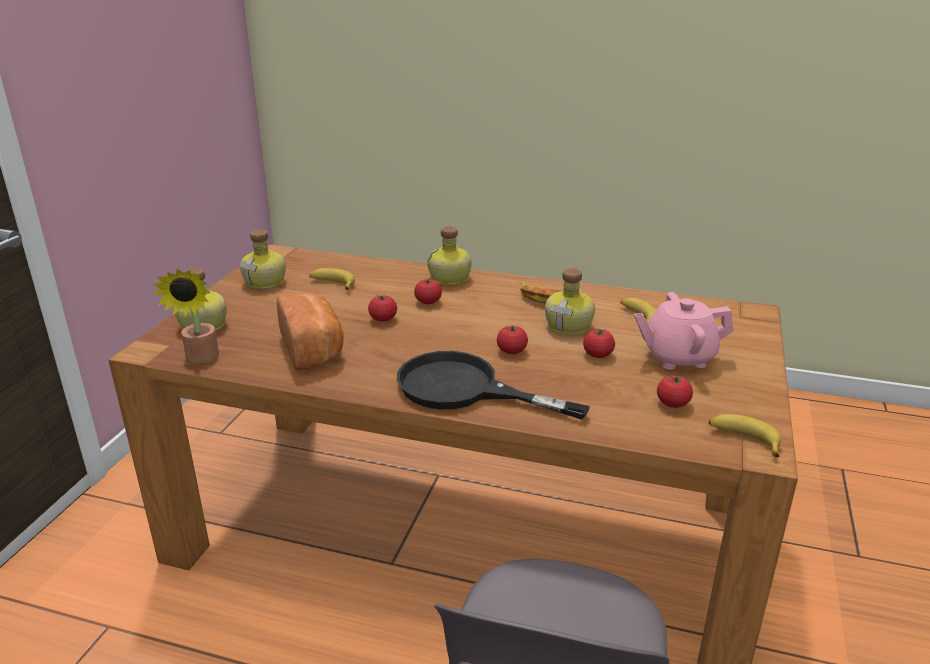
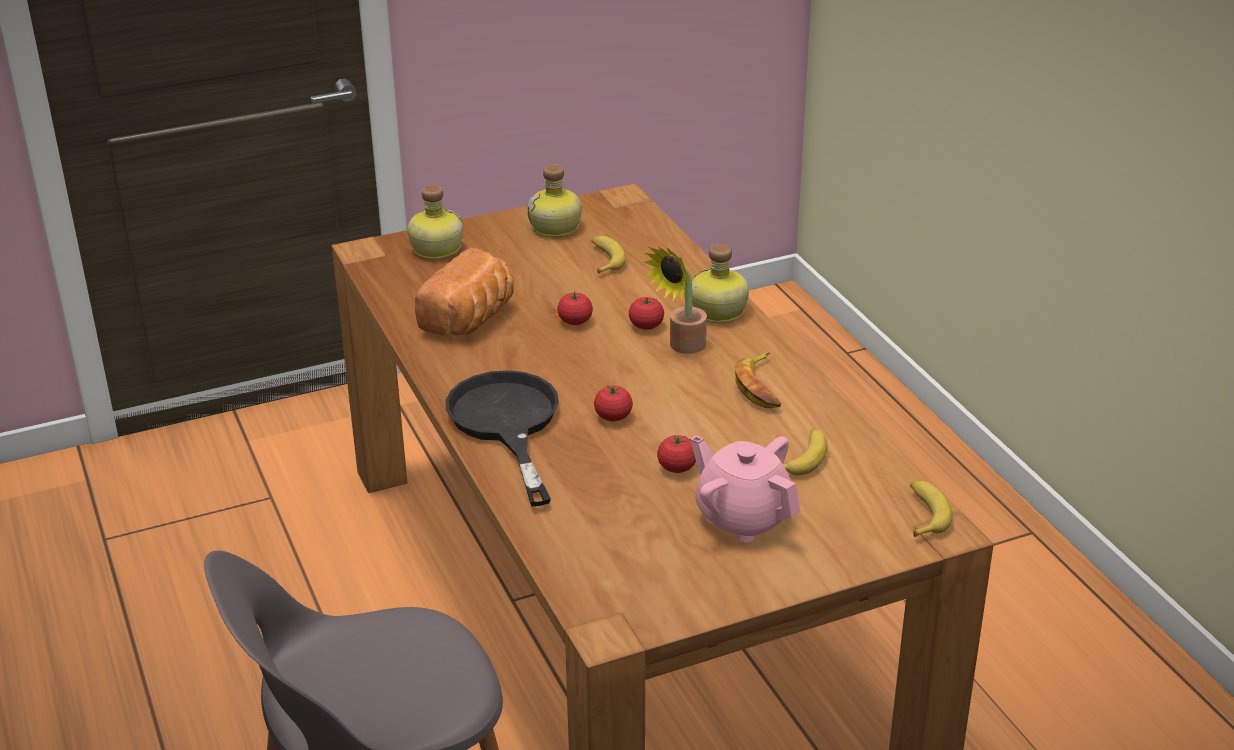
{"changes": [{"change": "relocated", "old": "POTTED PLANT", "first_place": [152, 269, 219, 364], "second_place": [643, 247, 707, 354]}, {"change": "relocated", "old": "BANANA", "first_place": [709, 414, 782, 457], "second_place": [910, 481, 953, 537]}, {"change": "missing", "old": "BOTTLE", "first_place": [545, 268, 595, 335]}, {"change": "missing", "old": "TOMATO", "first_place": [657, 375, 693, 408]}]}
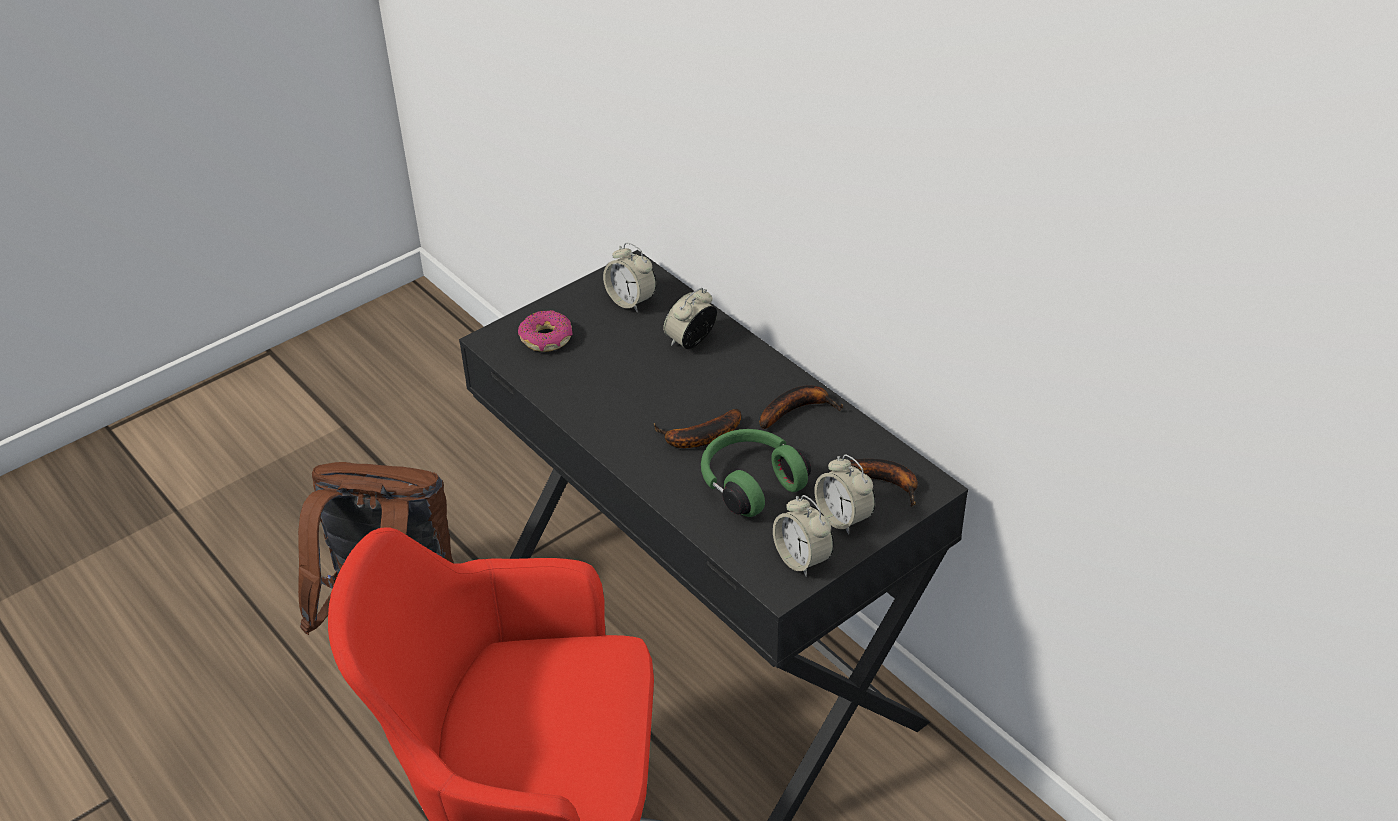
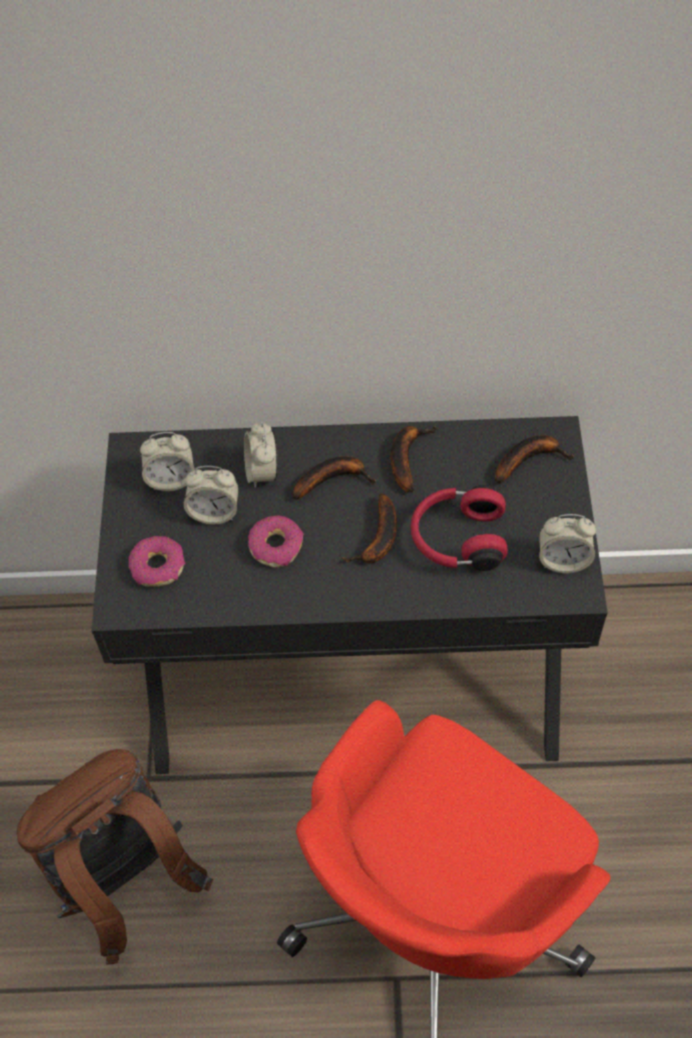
{"changes": [{"change": "relocated", "old": "ALARM CLOCK", "first_place": [814, 454, 876, 535], "second_place": [184, 466, 239, 524]}, {"change": "appeared", "new": "DONUT", "second_place": [248, 516, 304, 567]}, {"change": "appeared", "new": "BANANA", "second_place": [293, 456, 376, 500]}, {"change": "colour", "old": "GREEN HEADPHONES", "new": "RED HEADPHONES", "first_place": [701, 429, 811, 517], "second_place": [411, 485, 508, 571]}]}
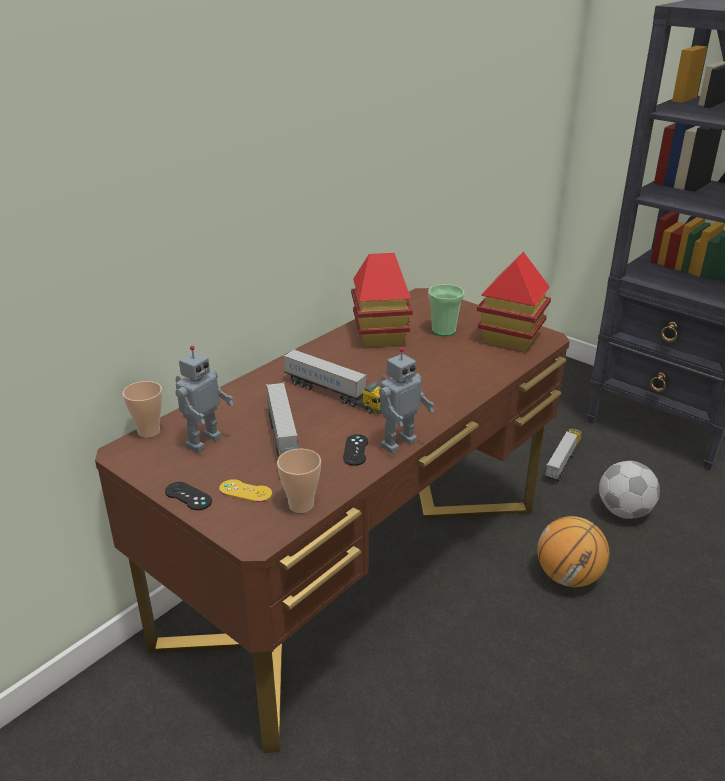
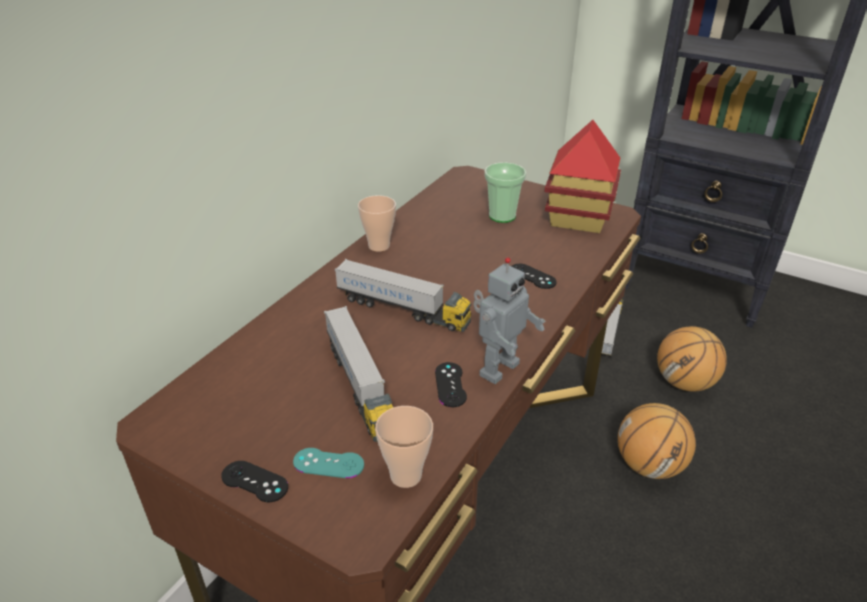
{"changes": [{"change": "colour", "old": "YELLOW GAME CONTROLLER", "new": "TURQUOISE GAME CONTROLLER", "first_place": [219, 479, 272, 502], "second_place": [293, 448, 364, 478]}, {"change": "relocated", "old": "CUP", "first_place": [122, 381, 162, 438], "second_place": [358, 195, 396, 252]}, {"change": "appeared", "new": "BLACK GAME CONTROLLER", "second_place": [511, 264, 557, 289]}, {"change": "exchanged", "old": "FOOTBALL", "new": "BASKETBALL", "first_place": [599, 461, 660, 519], "second_place": [657, 326, 727, 392]}, {"change": "missing", "old": "TOY ROBOT", "first_place": [175, 346, 234, 453]}, {"change": "missing", "old": "TOY HOUSE", "first_place": [351, 253, 413, 347]}]}
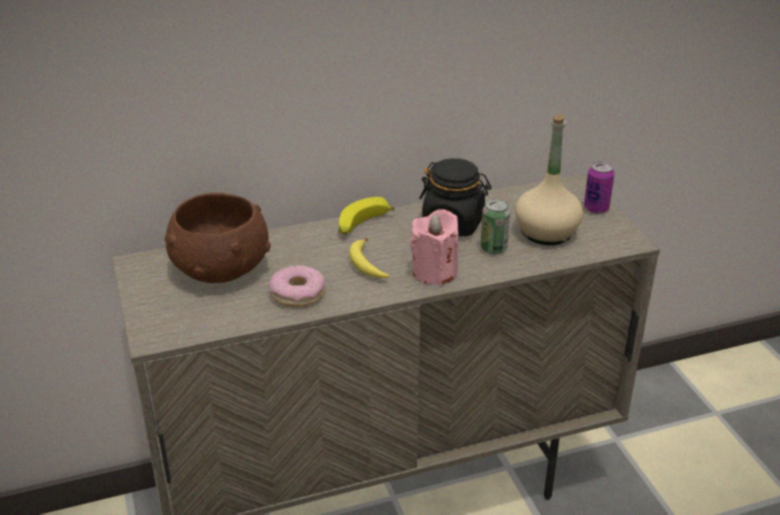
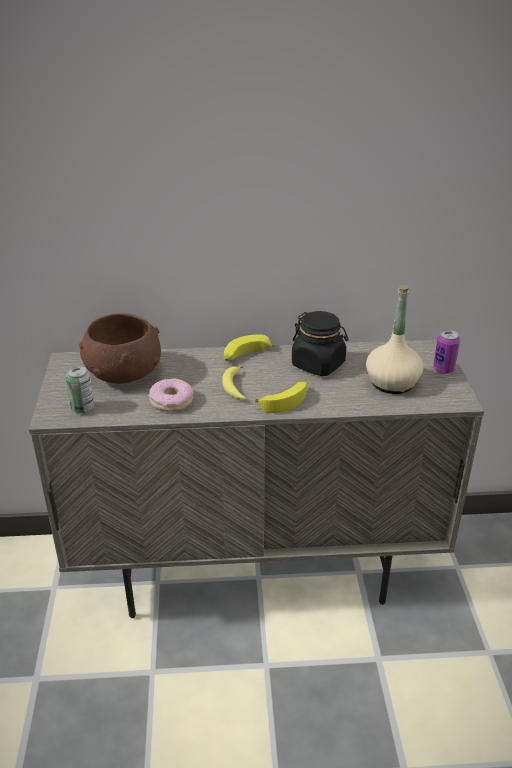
{"changes": [{"change": "relocated", "old": "CAN", "first_place": [480, 199, 510, 254], "second_place": [66, 366, 94, 413]}, {"change": "exchanged", "old": "PINK CANDLE", "new": "BANANA", "first_place": [410, 209, 459, 285], "second_place": [255, 380, 307, 413]}]}
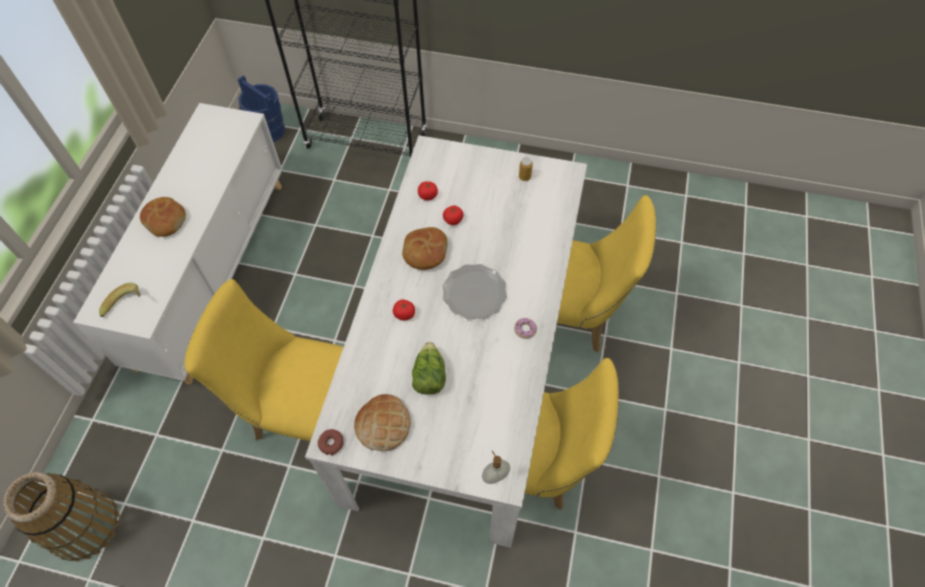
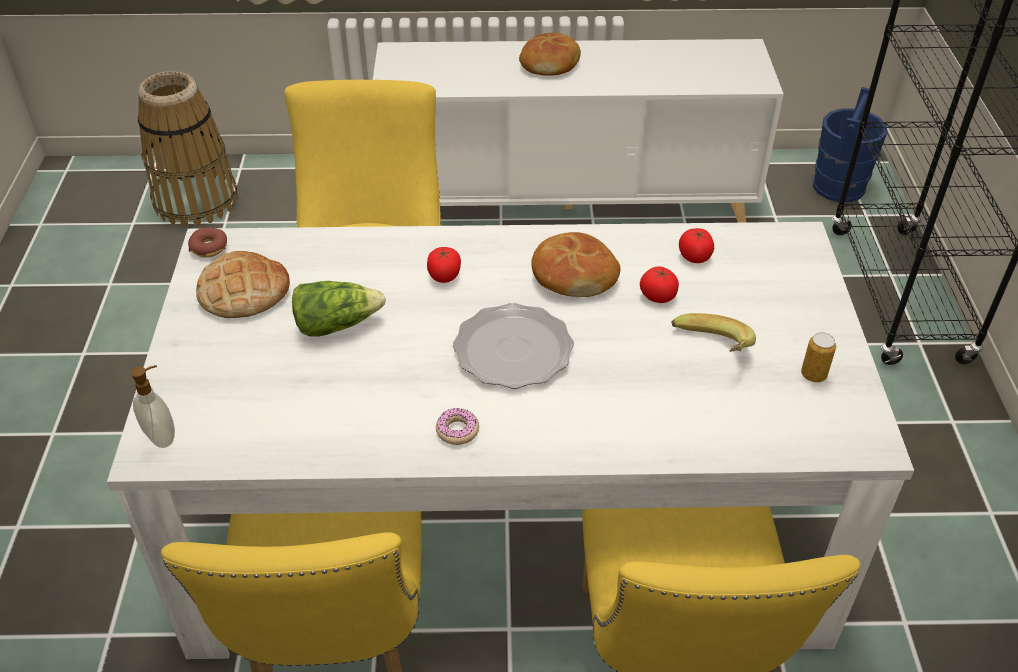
{"changes": [{"change": "relocated", "old": "BANANA", "first_place": [99, 283, 141, 317], "second_place": [671, 313, 756, 352]}]}
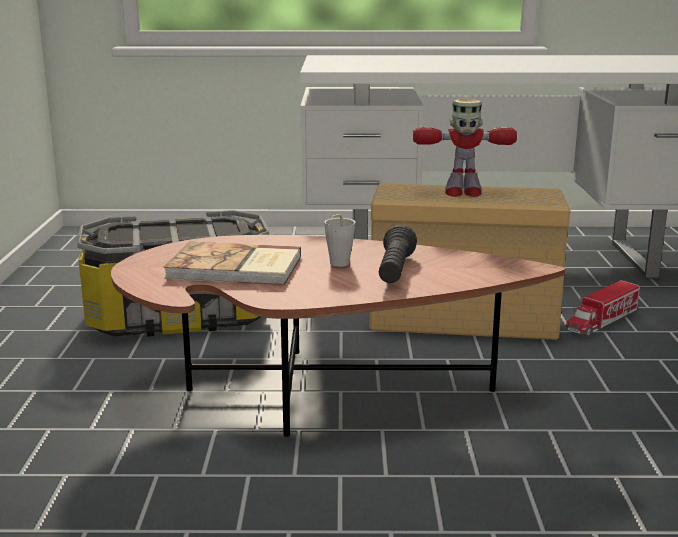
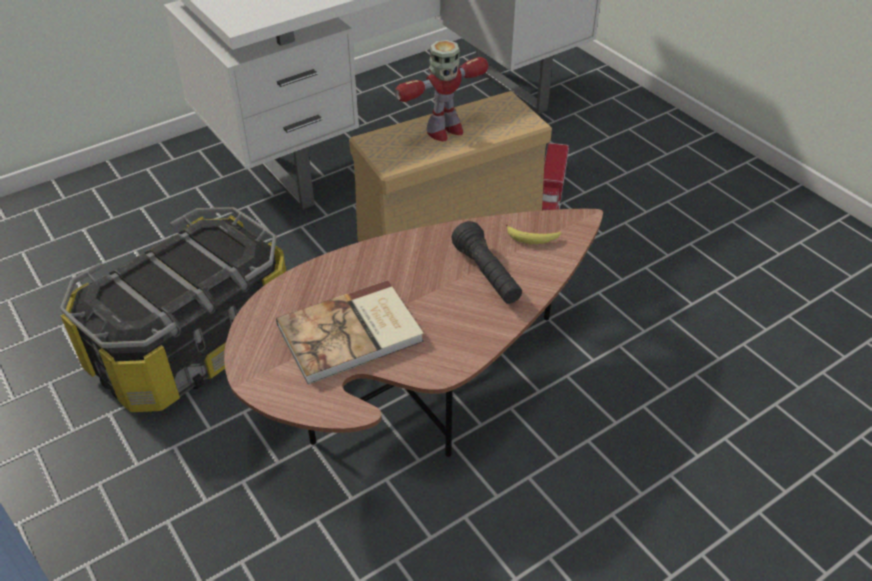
{"changes": [{"change": "appeared", "new": "BANANA", "second_place": [506, 224, 562, 244]}, {"change": "missing", "old": "GREY CUP", "first_place": [324, 214, 356, 267]}]}
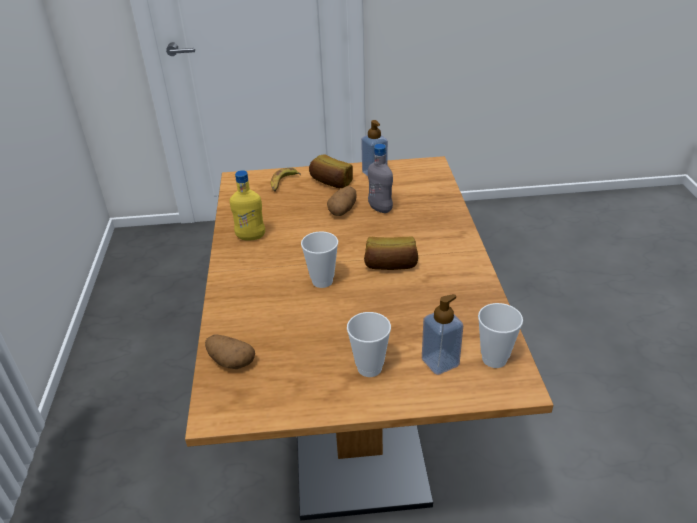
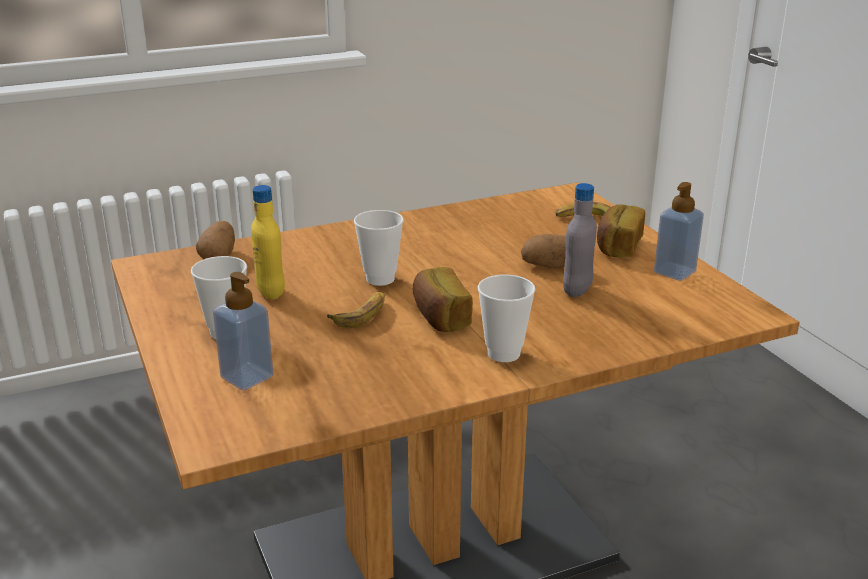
{"changes": [{"change": "relocated", "old": "YELLOW BOTTLE", "first_place": [230, 170, 265, 241], "second_place": [251, 185, 285, 300]}, {"change": "appeared", "new": "BANANA", "second_place": [327, 292, 385, 328]}, {"change": "relocated", "old": "CUP", "first_place": [478, 303, 523, 368], "second_place": [478, 275, 535, 362]}]}
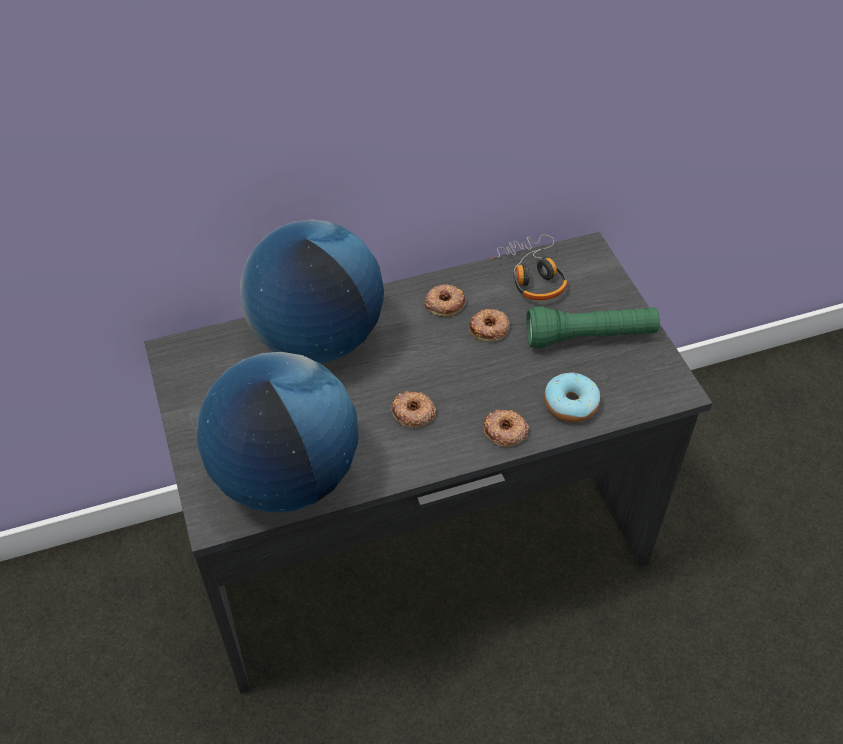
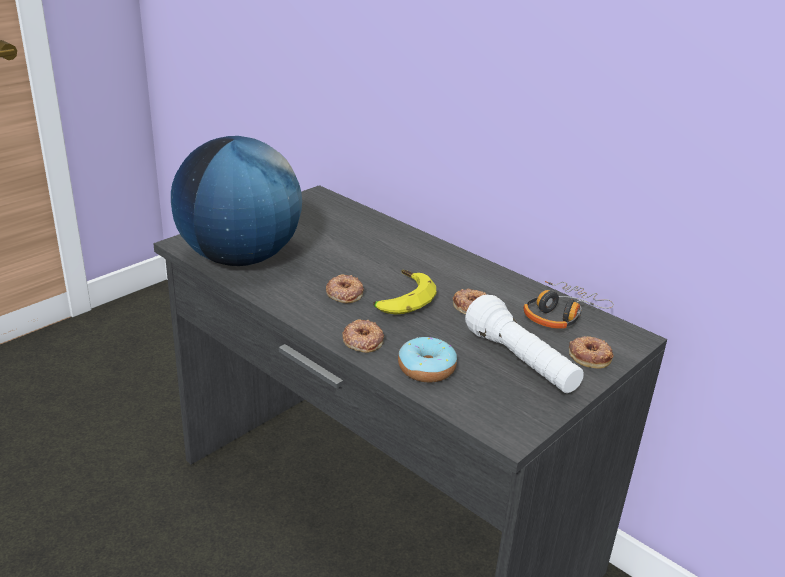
{"changes": [{"change": "appeared", "new": "BANANA", "second_place": [373, 270, 436, 315]}, {"change": "colour", "old": "GREEN FLASHLIGHT", "new": "WHITE FLASHLIGHT", "first_place": [526, 306, 660, 348], "second_place": [465, 295, 584, 393]}, {"change": "relocated", "old": "DONUT", "first_place": [424, 284, 465, 317], "second_place": [569, 336, 614, 369]}, {"change": "missing", "old": "GLOBE", "first_place": [240, 220, 384, 363]}]}
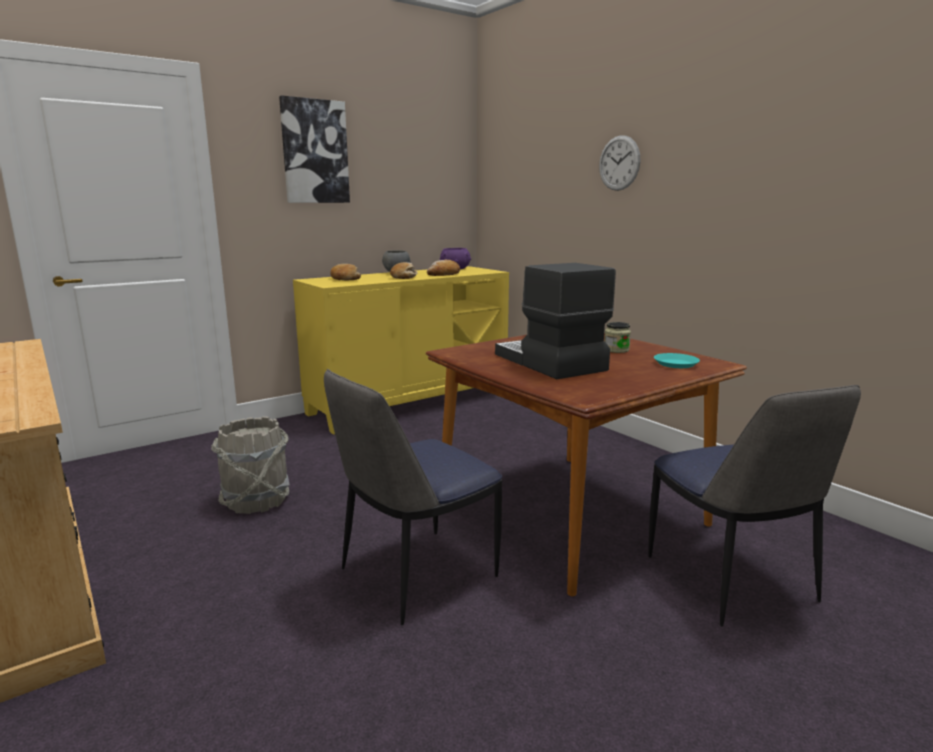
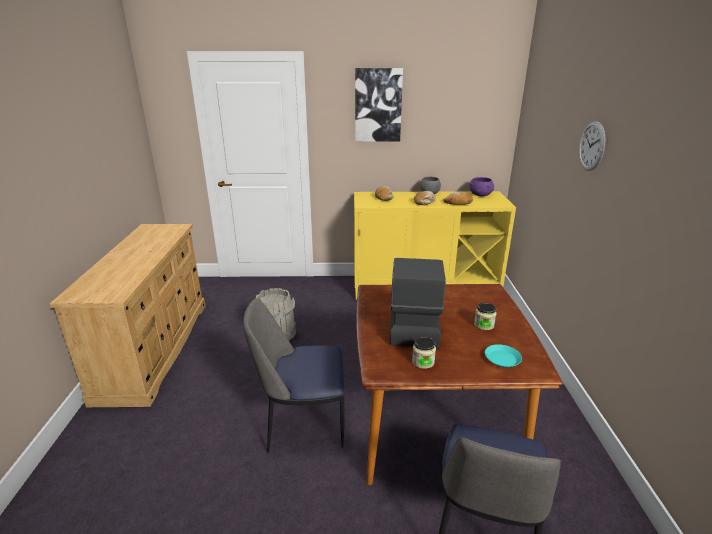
{"changes": [{"change": "appeared", "new": "JAR", "second_place": [412, 337, 436, 369]}]}
